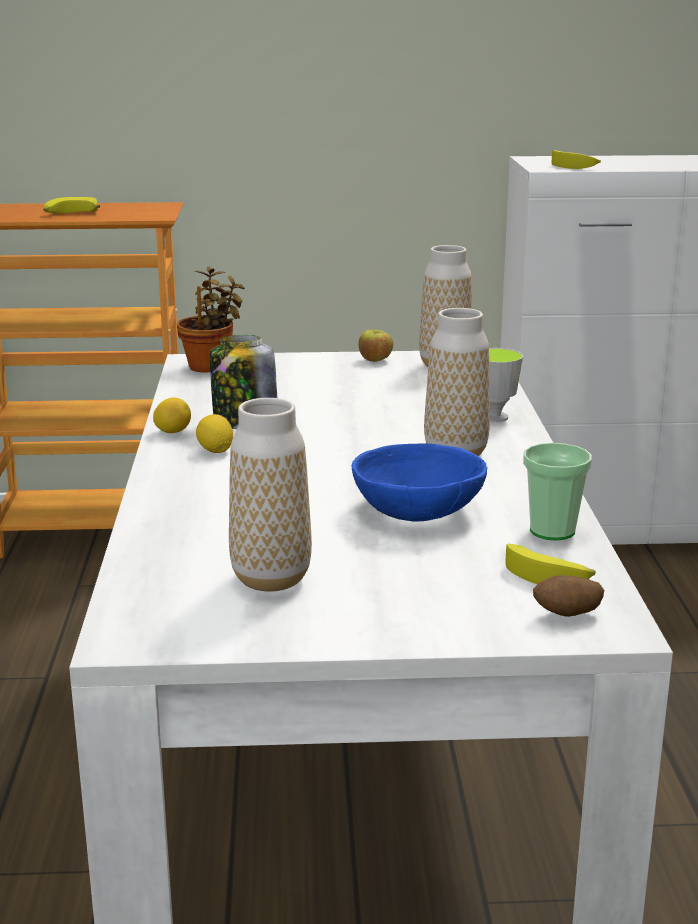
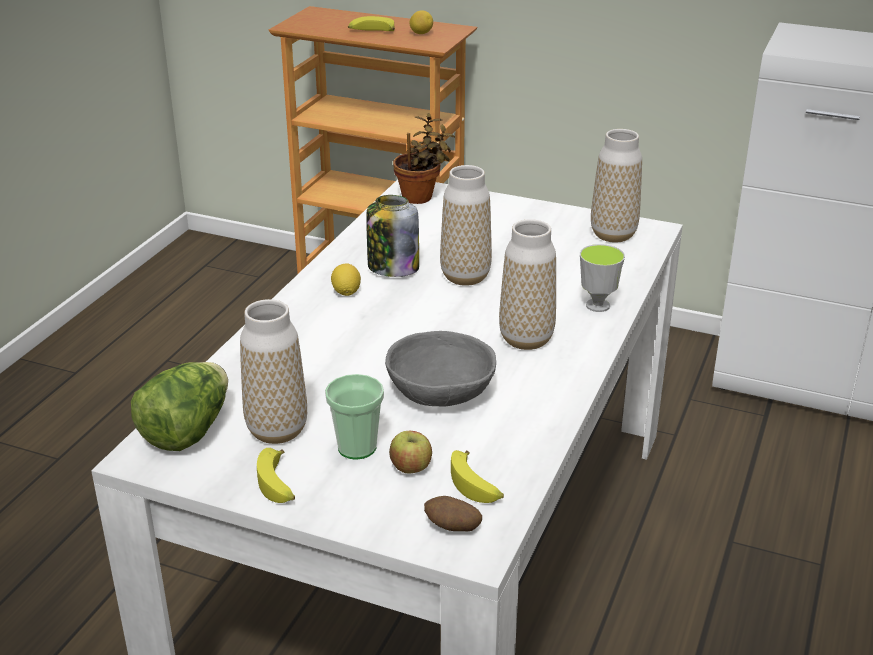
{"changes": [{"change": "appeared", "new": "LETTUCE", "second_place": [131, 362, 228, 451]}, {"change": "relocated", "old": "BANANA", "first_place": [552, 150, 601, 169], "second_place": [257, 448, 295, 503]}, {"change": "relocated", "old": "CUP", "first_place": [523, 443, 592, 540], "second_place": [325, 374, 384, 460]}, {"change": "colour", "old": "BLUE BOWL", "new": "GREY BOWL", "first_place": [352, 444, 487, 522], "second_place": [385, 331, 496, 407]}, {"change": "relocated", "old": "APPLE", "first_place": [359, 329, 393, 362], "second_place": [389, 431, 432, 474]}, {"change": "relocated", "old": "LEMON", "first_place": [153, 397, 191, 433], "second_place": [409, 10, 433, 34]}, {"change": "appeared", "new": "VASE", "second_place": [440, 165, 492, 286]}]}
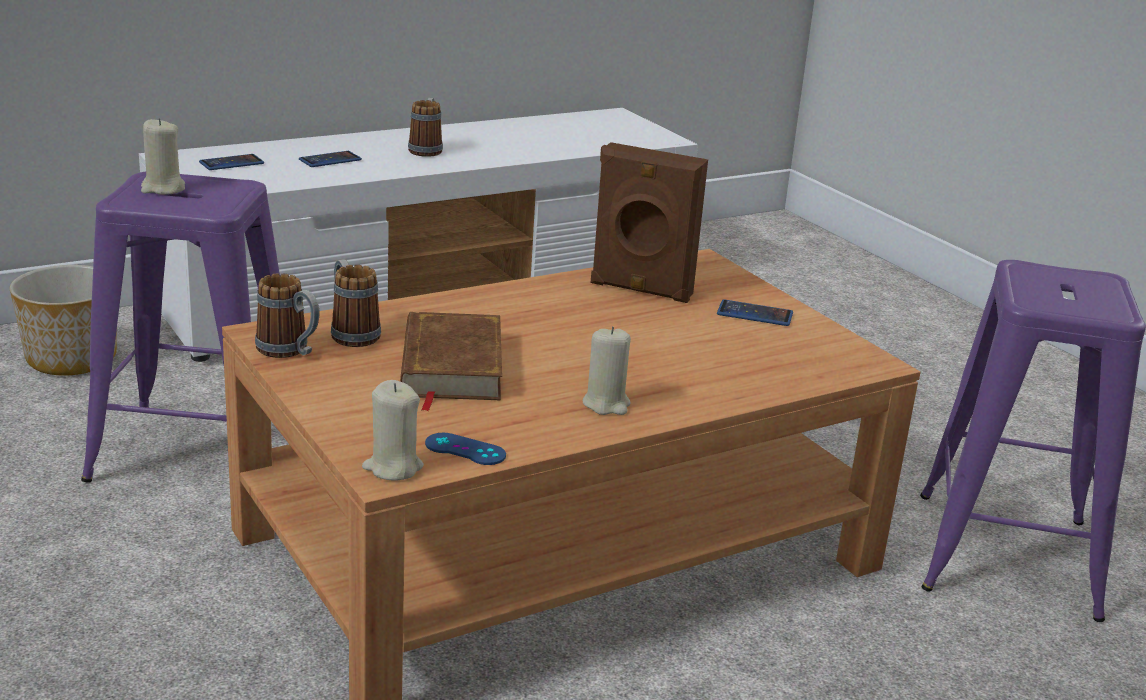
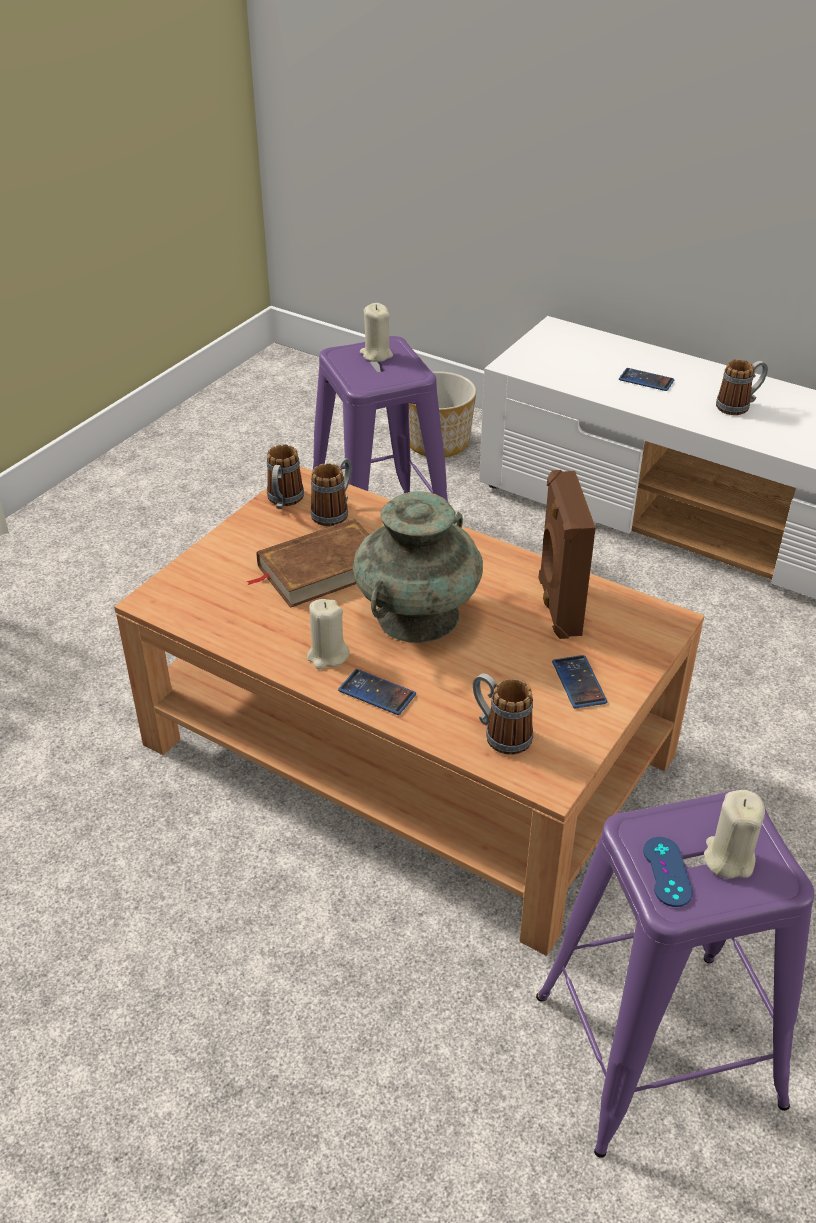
{"changes": [{"change": "relocated", "old": "PHONE", "first_place": [199, 154, 264, 170], "second_place": [338, 669, 416, 715]}, {"change": "appeared", "new": "TURQUOISE VASE", "second_place": [353, 491, 483, 643]}, {"change": "appeared", "new": "MUG", "second_place": [473, 673, 533, 755]}, {"change": "relocated", "old": "BLUE GAME CONTROLLER", "first_place": [425, 433, 506, 465], "second_place": [643, 837, 693, 907]}, {"change": "relocated", "old": "BEIGE CANDLE", "first_place": [362, 380, 424, 481], "second_place": [704, 790, 765, 879]}]}
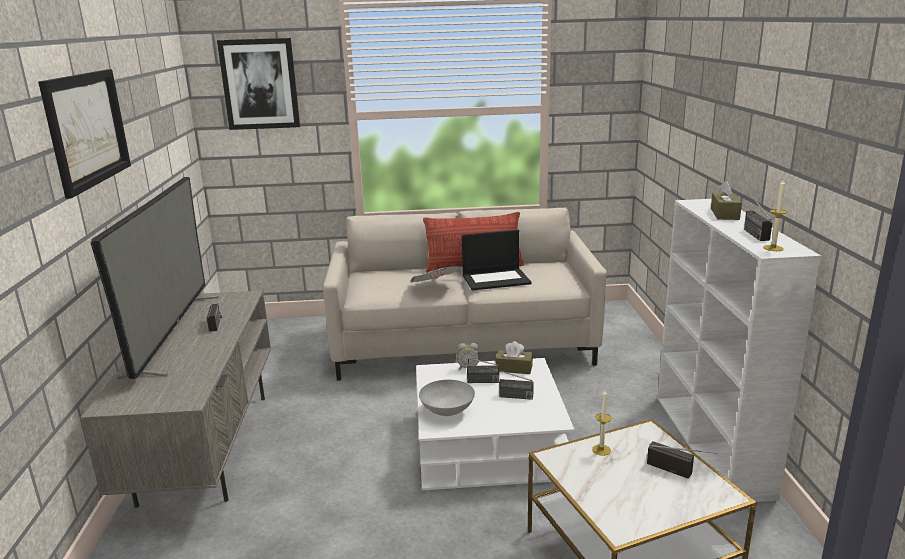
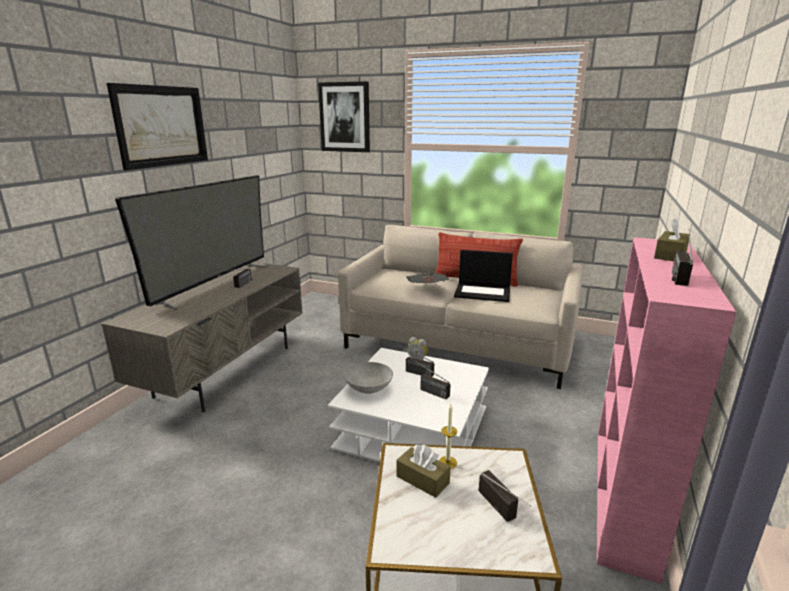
{"changes": [{"change": "relocated", "old": "BROWN TISSUE BOX", "first_place": [495, 341, 533, 374], "second_place": [396, 444, 451, 498]}, {"change": "colour", "old": "WHITE BOOKCASE", "new": "PINK BOOKCASE", "first_place": [657, 199, 821, 502], "second_place": [597, 237, 736, 584]}, {"change": "missing", "old": "CANDLE", "first_place": [763, 180, 788, 251]}]}
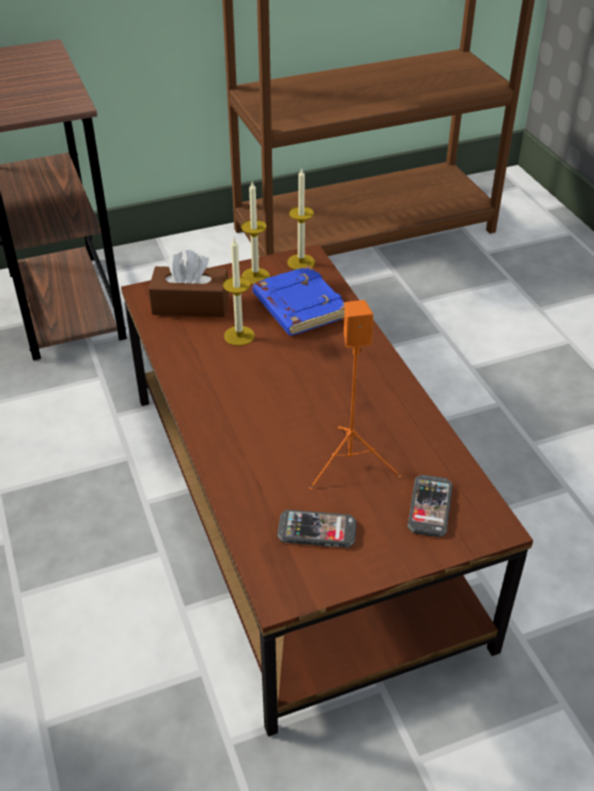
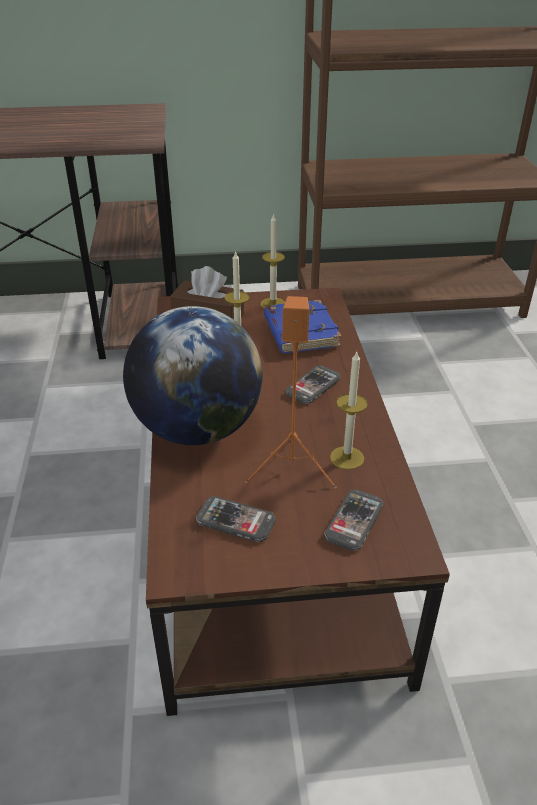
{"changes": [{"change": "appeared", "new": "GLOBE", "second_place": [123, 306, 263, 445]}, {"change": "appeared", "new": "PHONE", "second_place": [285, 366, 341, 404]}, {"change": "relocated", "old": "CANDLE", "first_place": [287, 168, 315, 270], "second_place": [330, 352, 368, 470]}]}
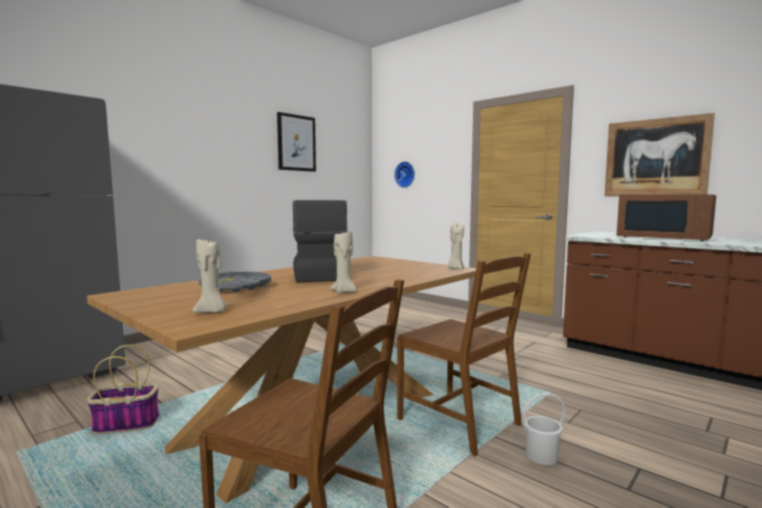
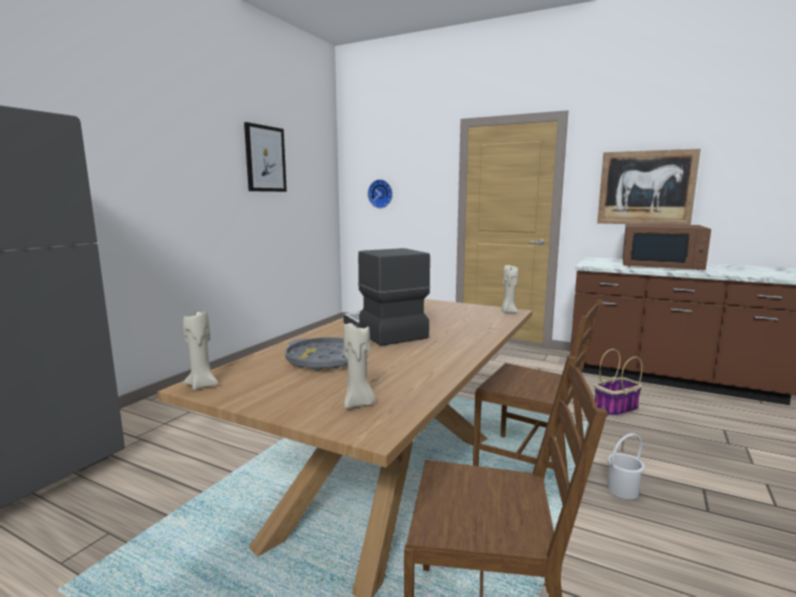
{"changes": [{"change": "relocated", "old": "BEIGE CANDLE", "first_place": [330, 231, 357, 293], "second_place": [183, 311, 219, 390]}, {"change": "relocated", "old": "BASKET", "first_place": [87, 345, 159, 434], "second_place": [595, 349, 643, 417]}]}
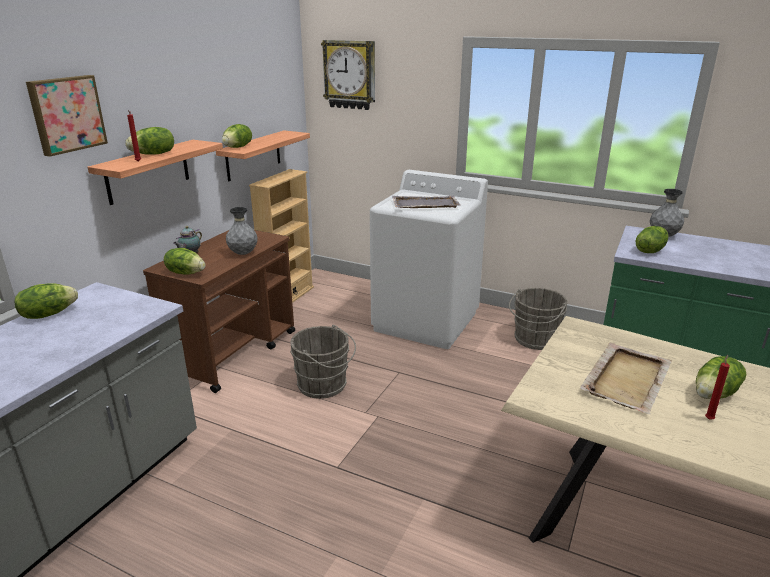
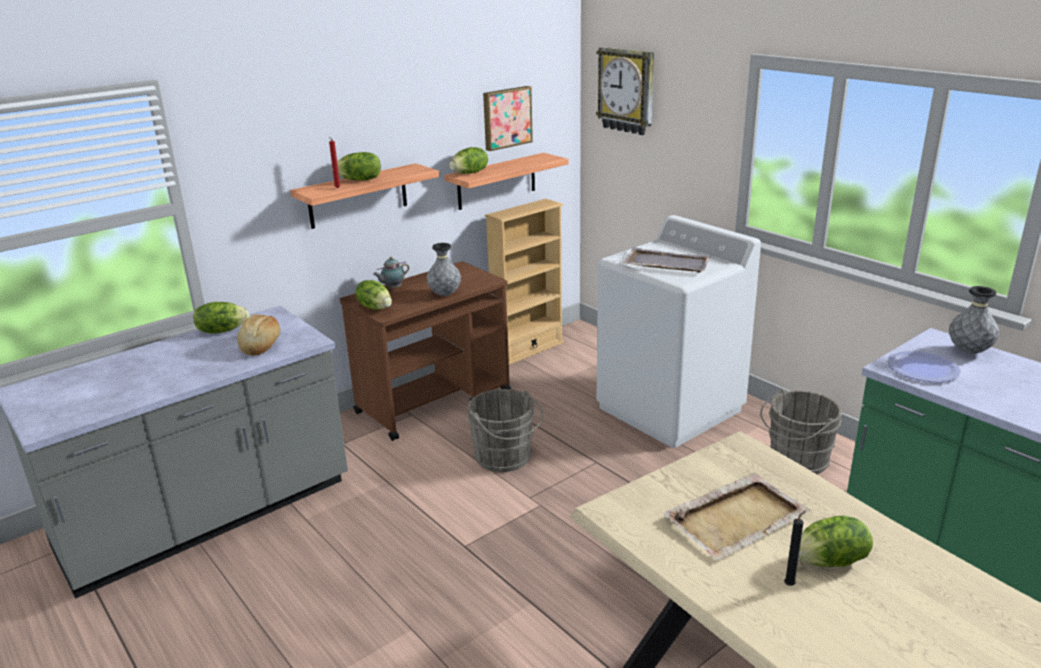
{"changes": [{"change": "appeared", "new": "BREAD", "second_place": [237, 315, 280, 356]}, {"change": "relocated", "old": "PICTURE", "first_place": [26, 75, 108, 156], "second_place": [483, 86, 533, 151]}, {"change": "colour", "old": "RED CANDLE", "new": "BLACK CANDLE", "first_place": [705, 355, 730, 420], "second_place": [784, 510, 806, 586]}, {"change": "exchanged", "old": "LETTUCE", "new": "PLATE", "first_place": [636, 226, 668, 253], "second_place": [888, 351, 961, 382]}]}
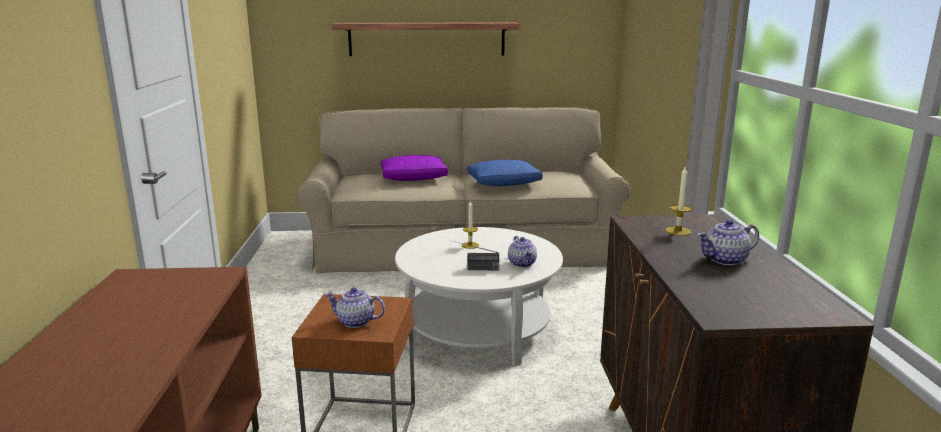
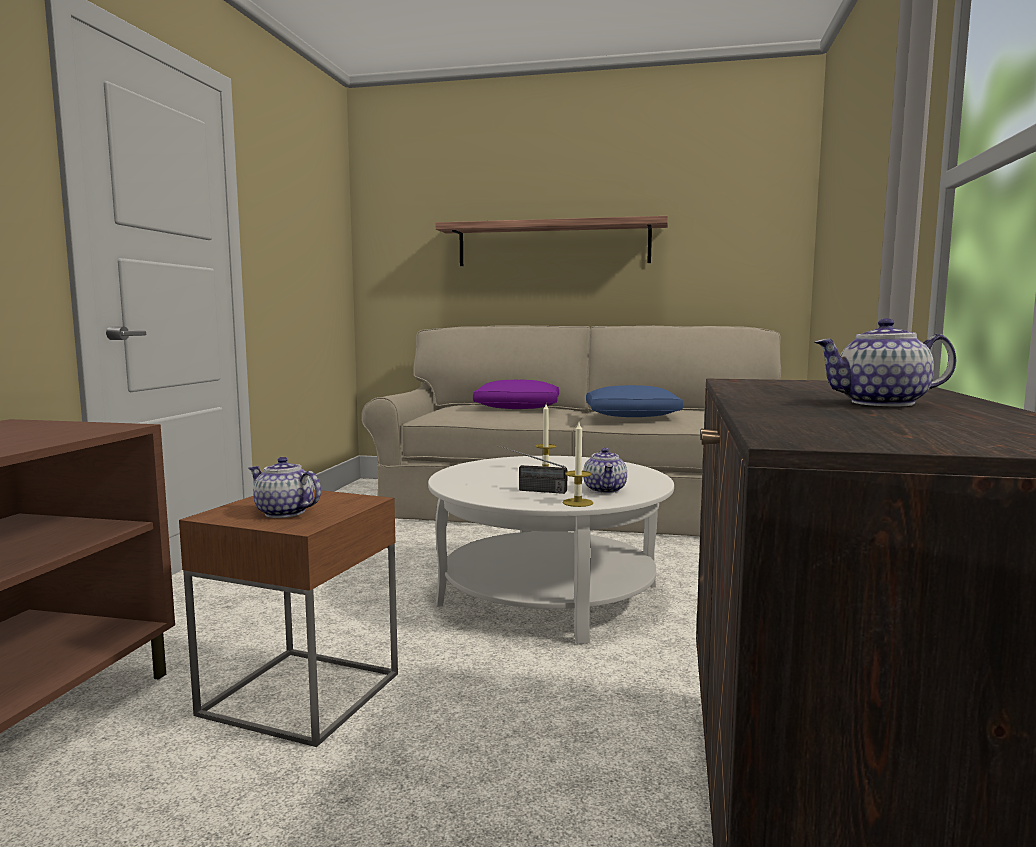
{"changes": [{"change": "relocated", "old": "CANDLE", "first_place": [666, 167, 692, 236], "second_place": [563, 422, 593, 507]}]}
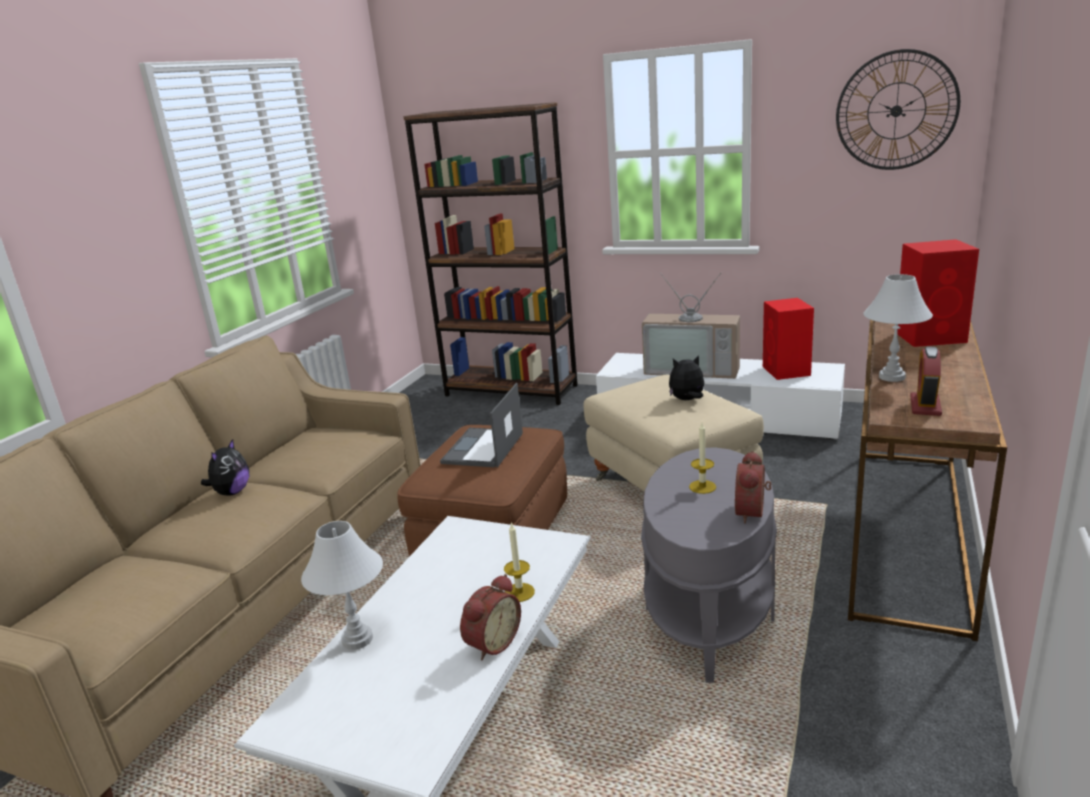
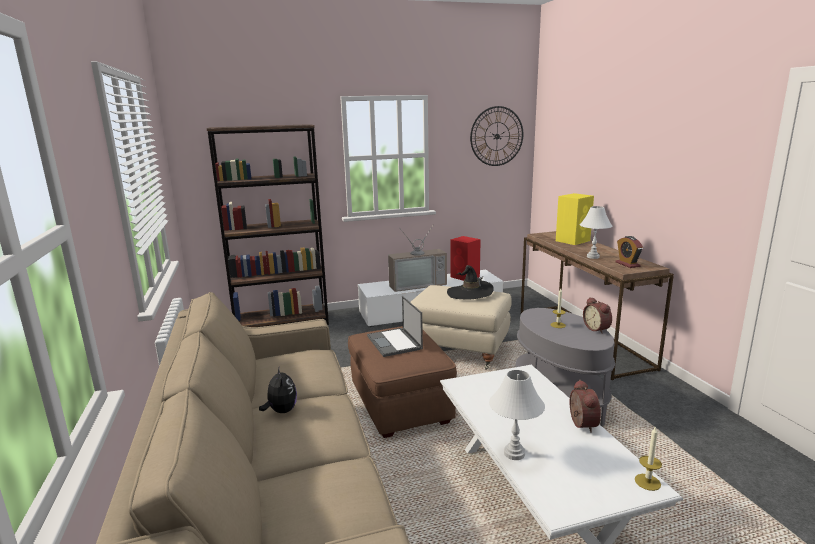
{"changes": [{"change": "exchanged", "old": "PLUSH TOY", "new": "BLACK HAT", "first_place": [669, 355, 704, 400], "second_place": [447, 265, 494, 300]}, {"change": "colour", "old": "RED SPEAKER", "new": "YELLOW SPEAKER", "first_place": [898, 239, 979, 347], "second_place": [556, 193, 594, 245]}, {"change": "relocated", "old": "CANDLE", "first_place": [504, 522, 535, 602], "second_place": [635, 426, 662, 491]}]}
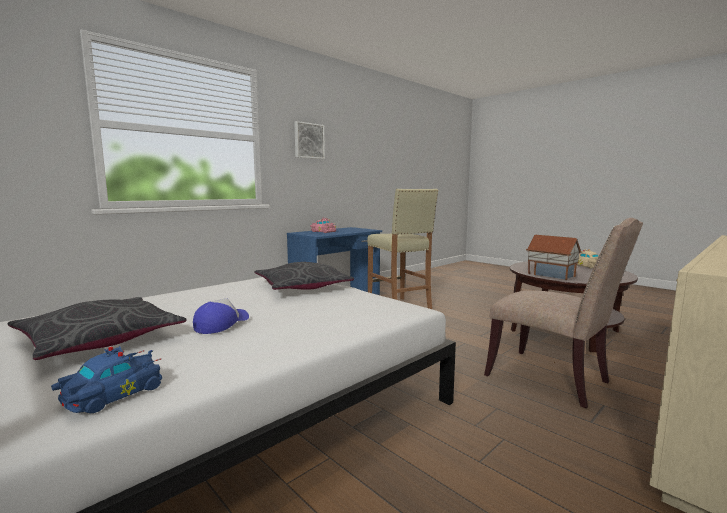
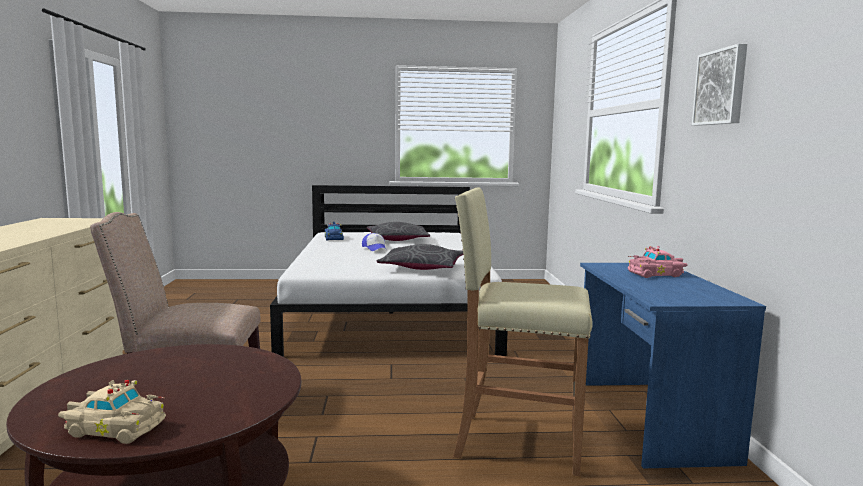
{"changes": [{"change": "missing", "old": "TOY HOUSE", "first_place": [526, 235, 582, 280]}]}
